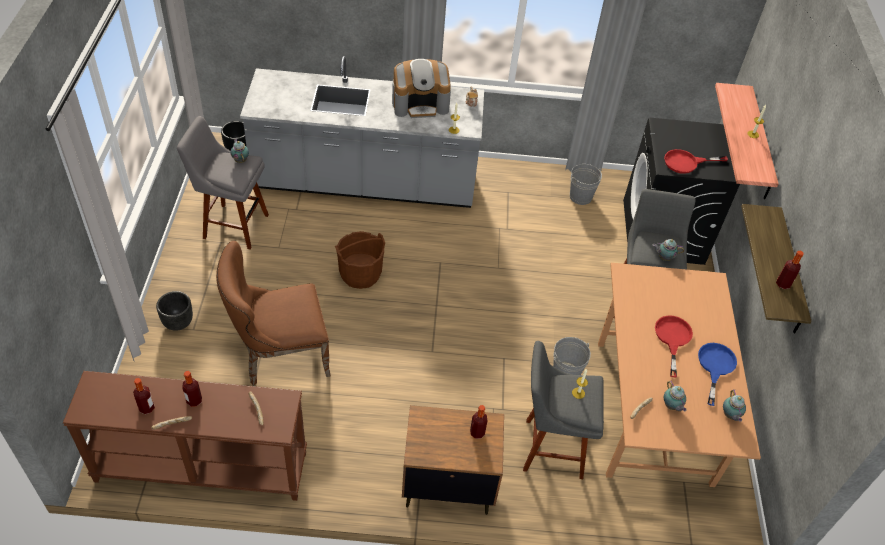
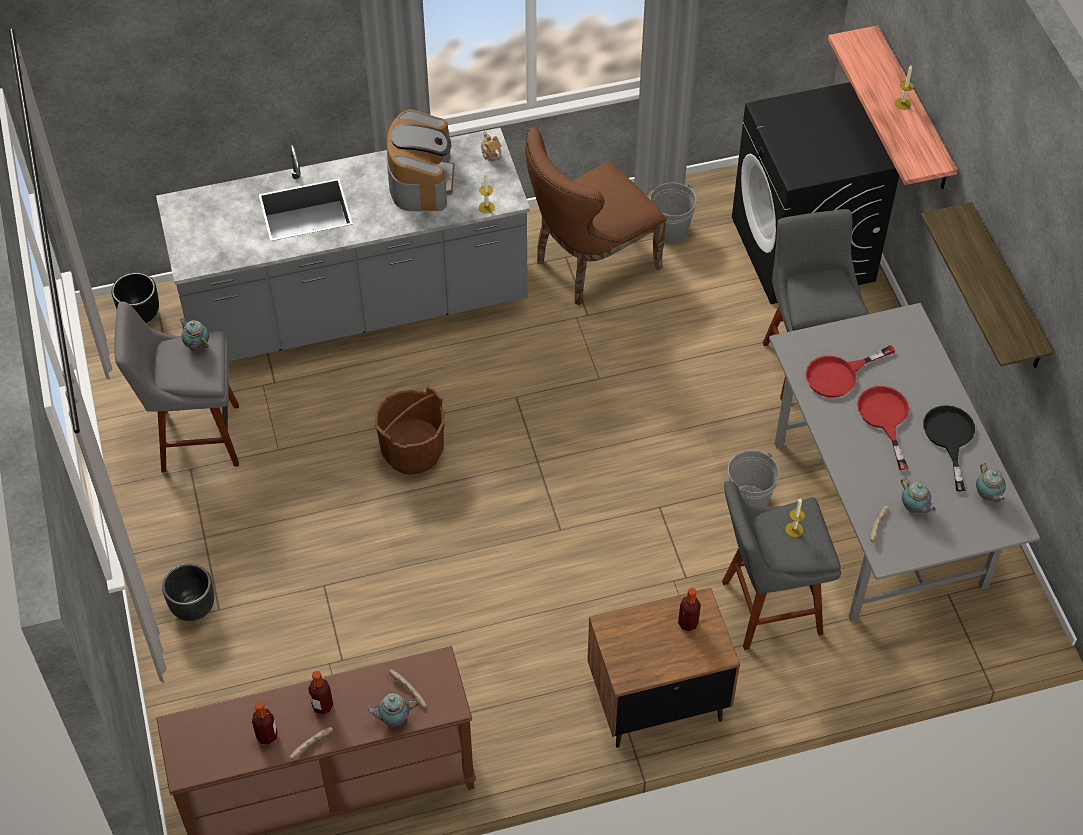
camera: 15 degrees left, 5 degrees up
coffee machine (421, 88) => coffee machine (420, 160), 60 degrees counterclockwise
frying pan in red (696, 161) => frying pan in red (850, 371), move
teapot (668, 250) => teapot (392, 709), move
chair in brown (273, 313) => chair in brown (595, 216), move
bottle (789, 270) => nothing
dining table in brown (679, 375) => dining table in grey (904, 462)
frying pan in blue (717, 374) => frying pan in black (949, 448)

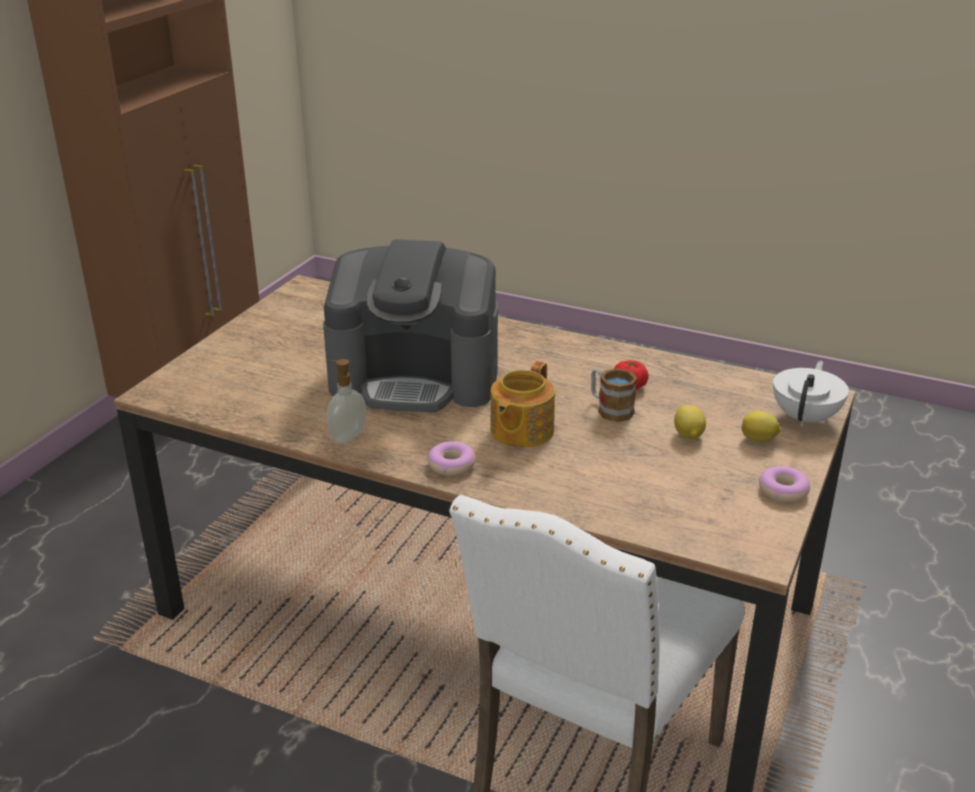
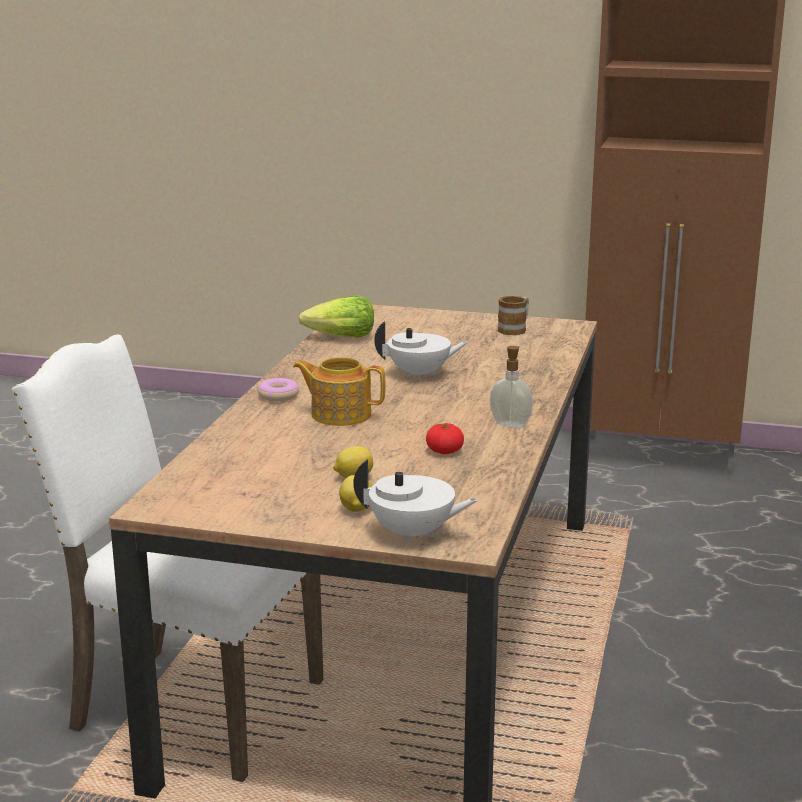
camera: 80 degrees right, 10 degrees down
coffee machine (410, 325) => teapot in white (421, 350)
soap dispenser (346, 401) => soap dispenser (511, 387), move
mug (614, 395) => mug (513, 315), move
donut (784, 484) => nothing
nothing => lettuce (336, 317)

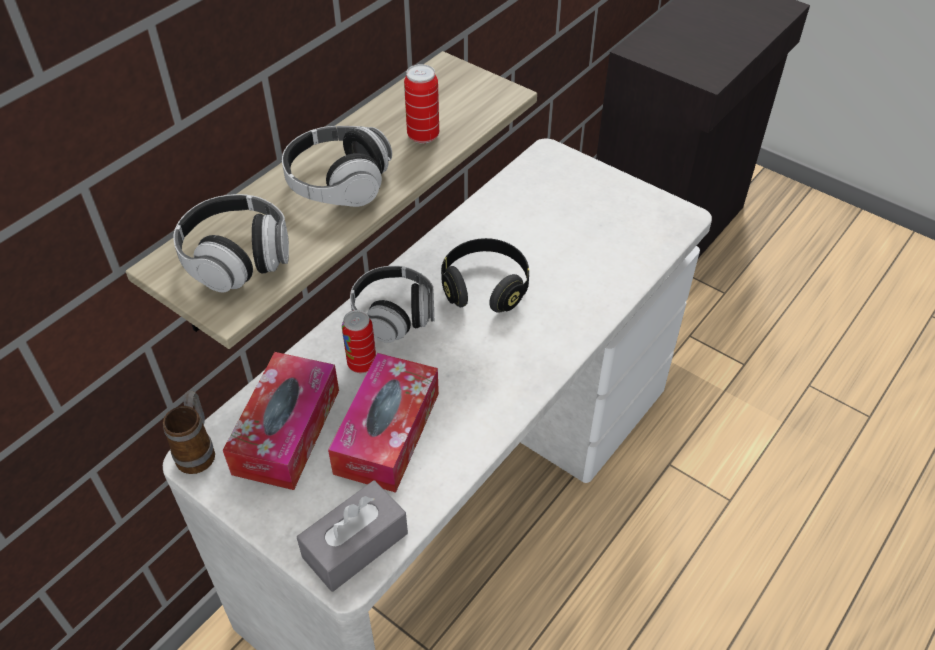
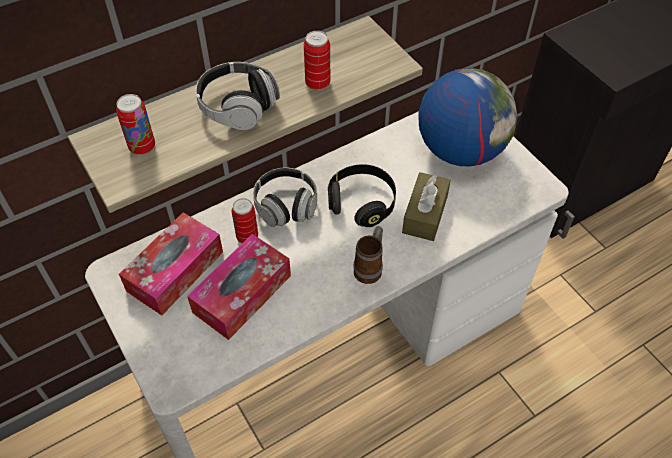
camera: 20 degrees right, 5 degrees up
headphones (231, 243) => can (135, 124)
mug (189, 432) => mug (368, 255), move
tissue box in grey (352, 536) => nothing
nothing => globe (468, 117)
nothing => tissue box in brown (426, 206)

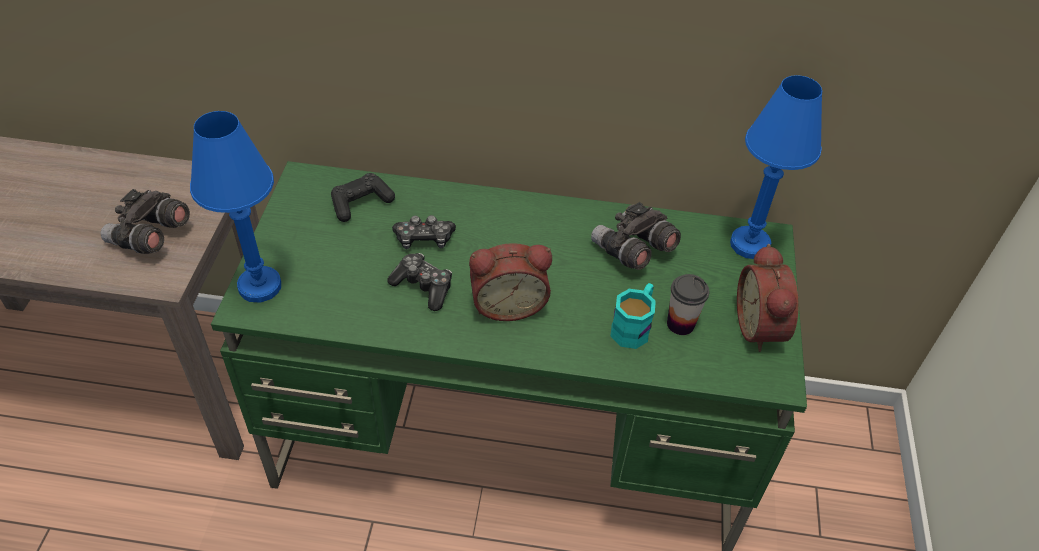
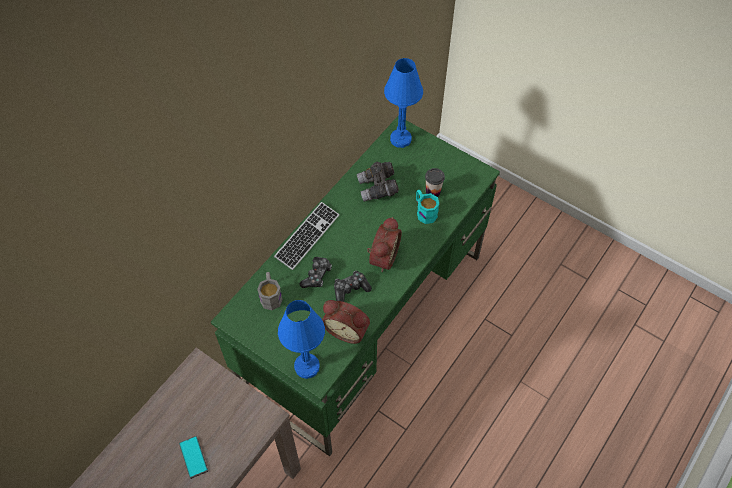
camera: 60 degrees left, 10 degrees up
game controller in black (363, 197) => mug in grey (270, 291)
binoculars in grey (145, 221) => nothing
alarm clock (767, 298) => alarm clock (346, 322), move
nothing => keyboard (307, 236)
nothing => phone (193, 457)

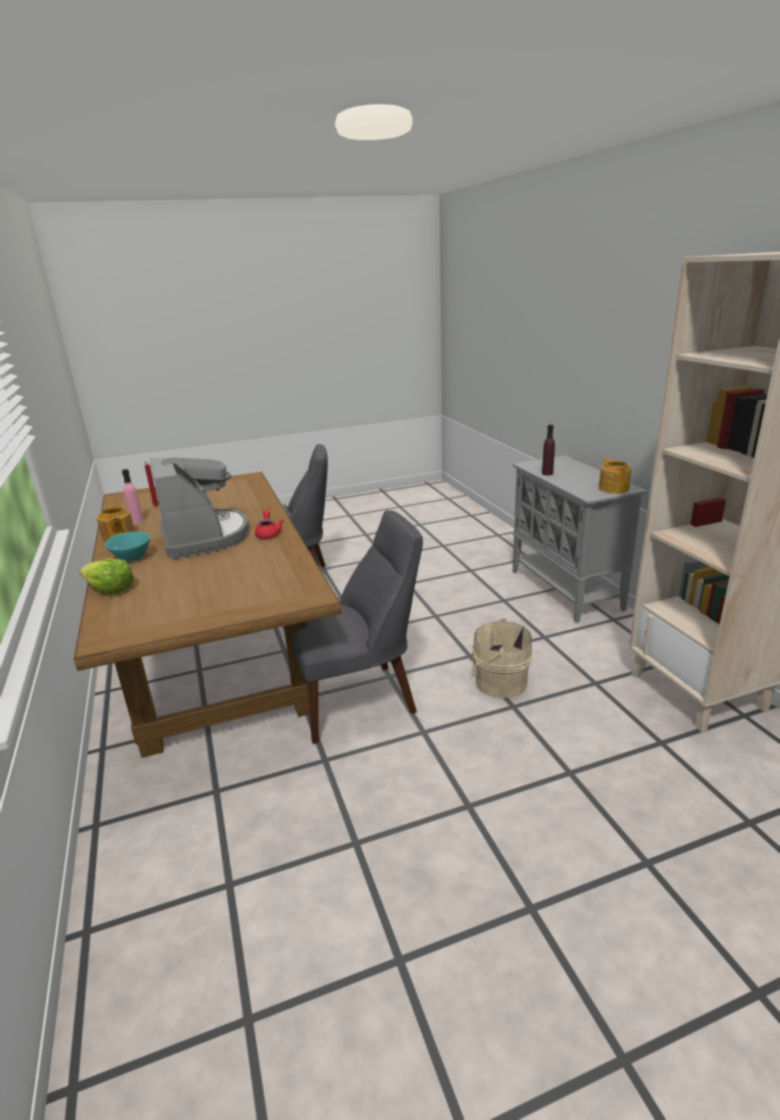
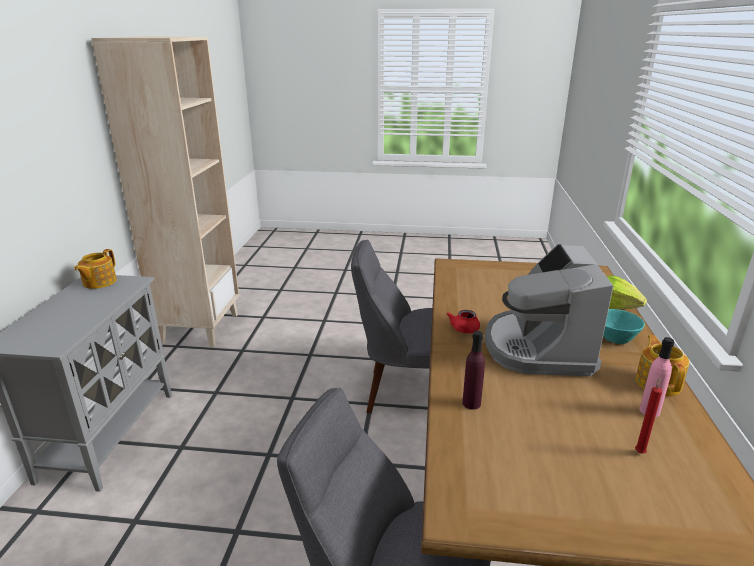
camera: 155 degrees left, 0 degrees up
bottle in purple (548, 449) => bottle in purple (473, 370), move
bucket in beige (502, 658) => nothing

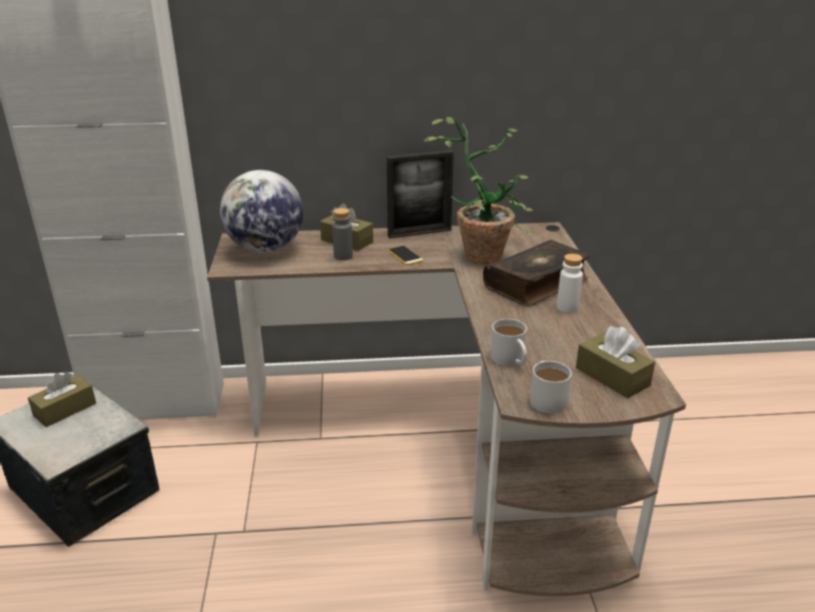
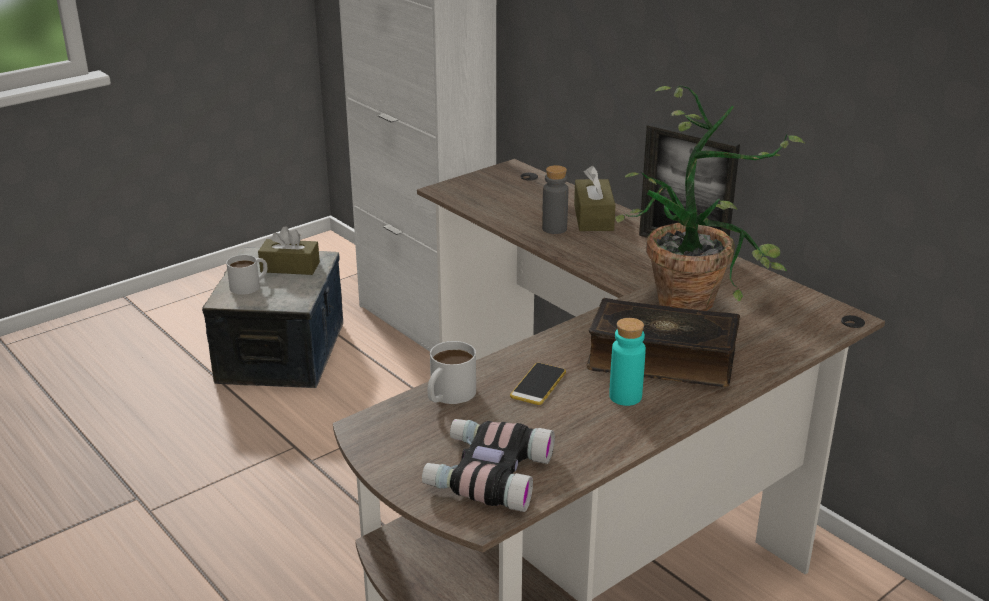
camera: 55 degrees right, 0 degrees up
globe (261, 211) => nothing
phone (406, 255) => phone (538, 384), move
bottle in white (570, 283) => bottle in turquoise (627, 362)
tissue box in brown (615, 362) => binoculars (488, 465)
mug in white (551, 387) => mug in white (246, 275), move

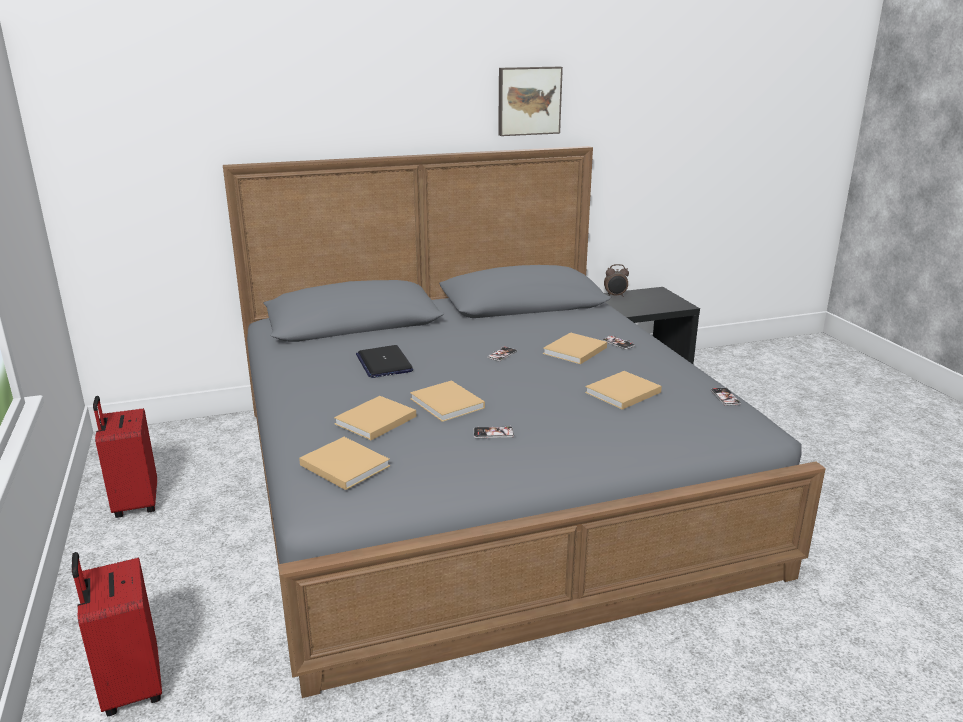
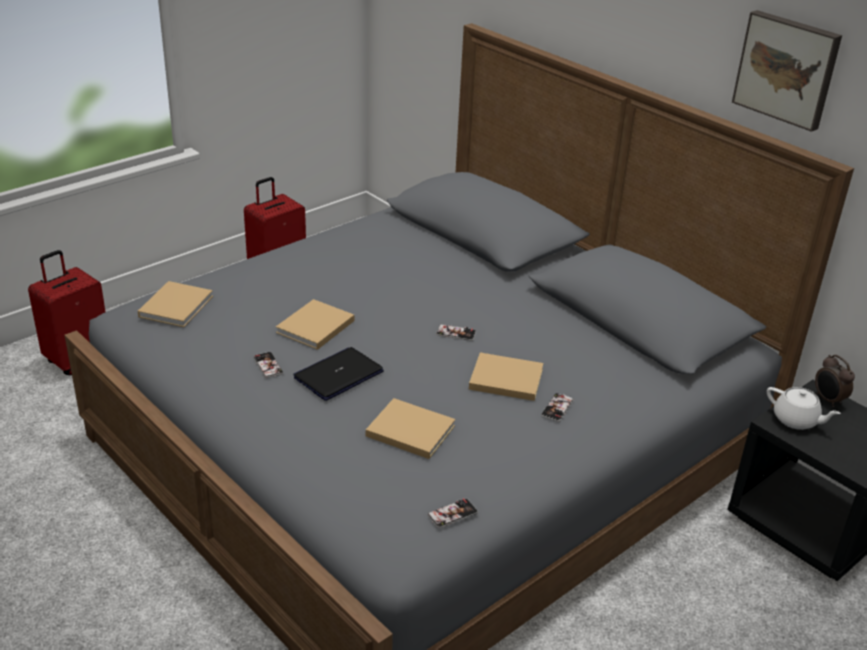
camera: 65 degrees right, 10 degrees up
laptop (384, 361) => laptop (338, 374), move
book in beige (375, 418) => nothing
nothing => teapot in white (804, 408)

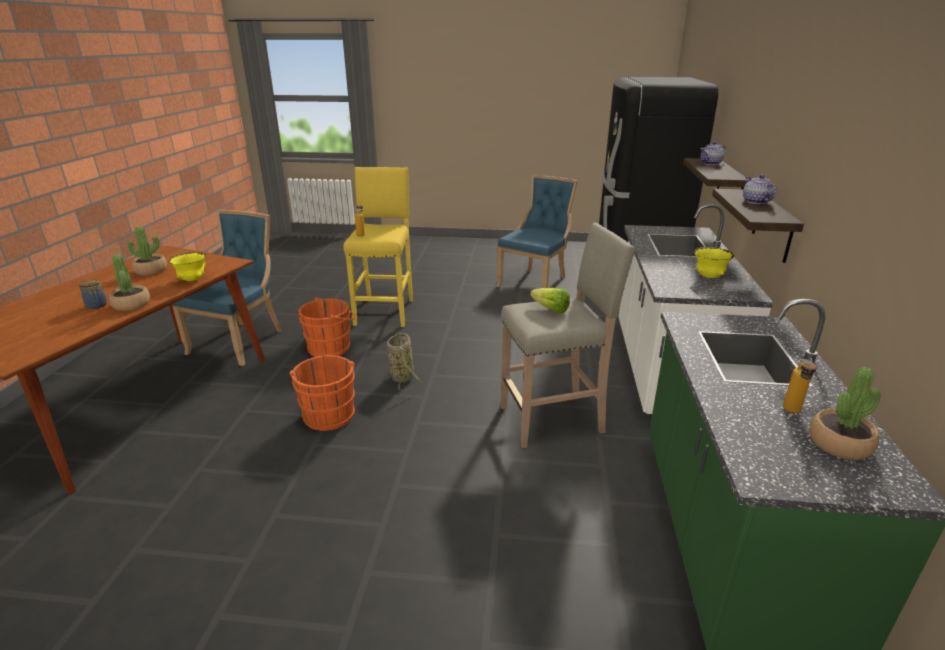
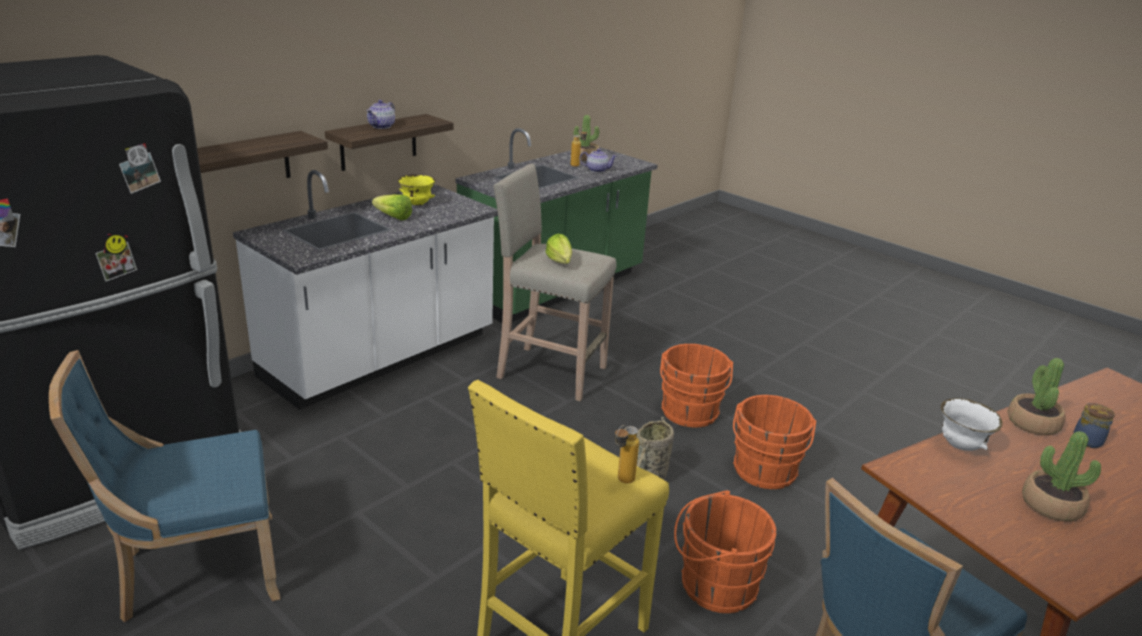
camera: 145 degrees left, 0 degrees up
teapot (713, 153) => teapot (598, 161), move
bowl in yellow (187, 266) => bowl in white (972, 424)
nothing => lettuce (392, 207)
nothing => bucket in orange (696, 386)

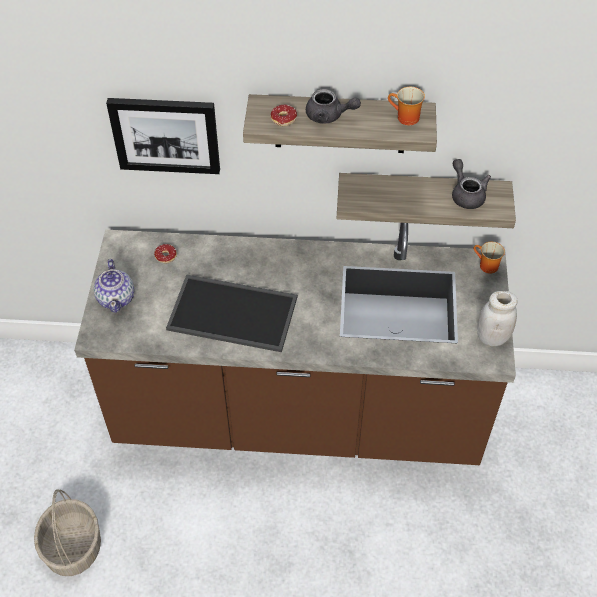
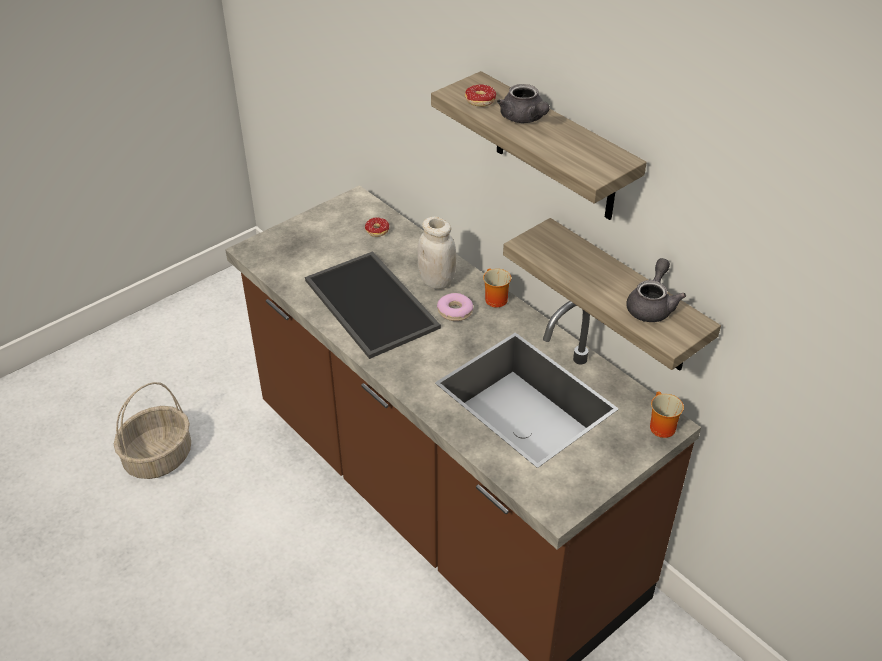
camera: 45 degrees right, 10 degrees down
mug (406, 106) => mug (497, 287), move
picture (163, 136) => nothing
teapot (114, 286) => nothing
jar in white (497, 318) => jar in white (437, 253), move
nothing => donut (455, 307)

